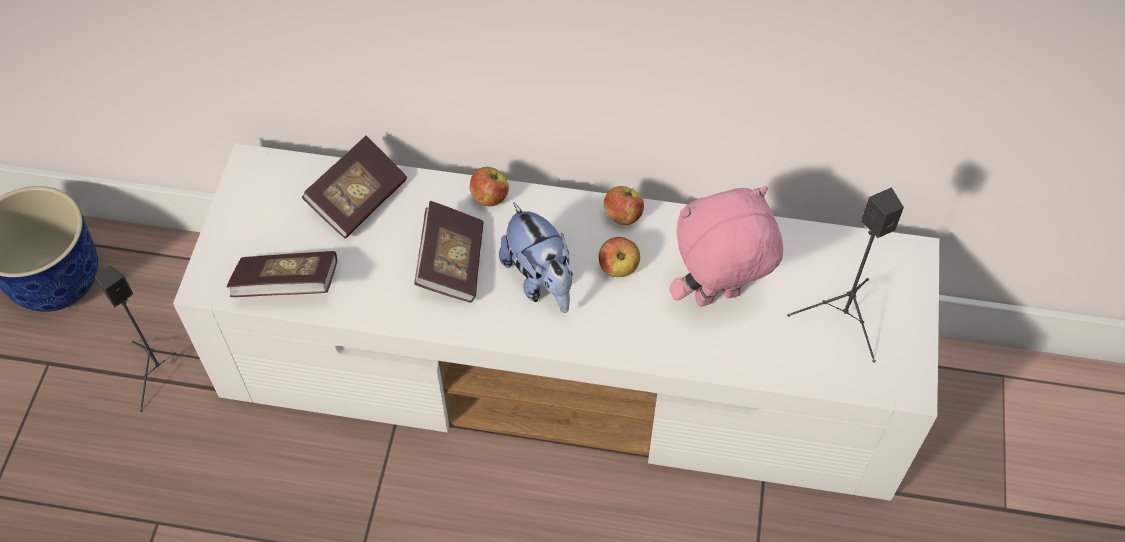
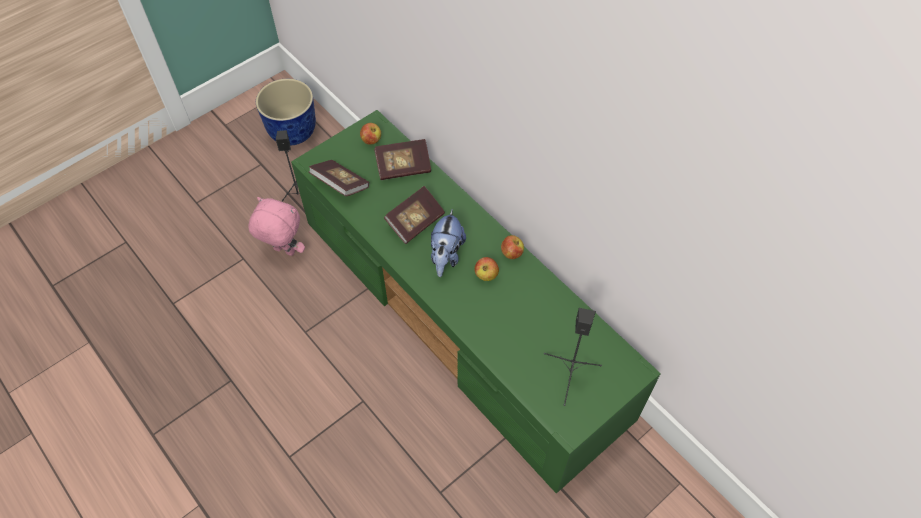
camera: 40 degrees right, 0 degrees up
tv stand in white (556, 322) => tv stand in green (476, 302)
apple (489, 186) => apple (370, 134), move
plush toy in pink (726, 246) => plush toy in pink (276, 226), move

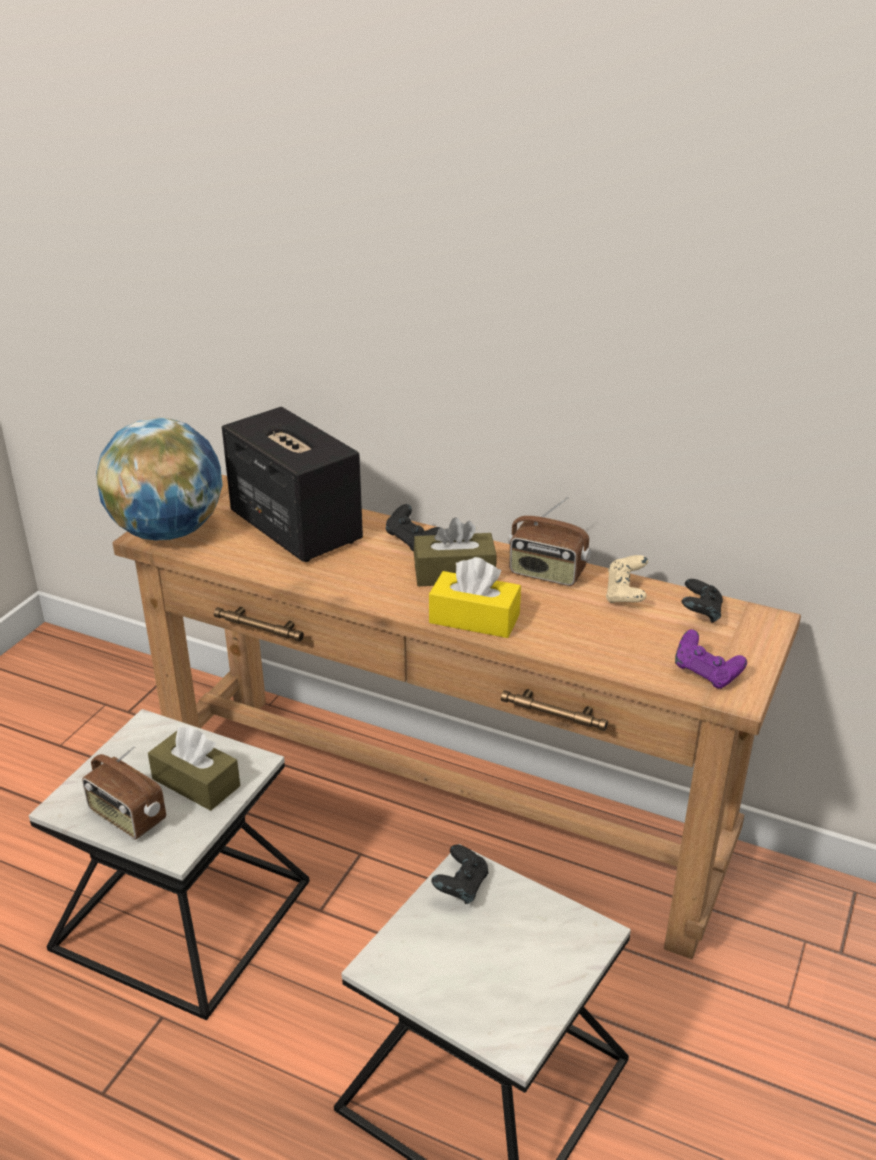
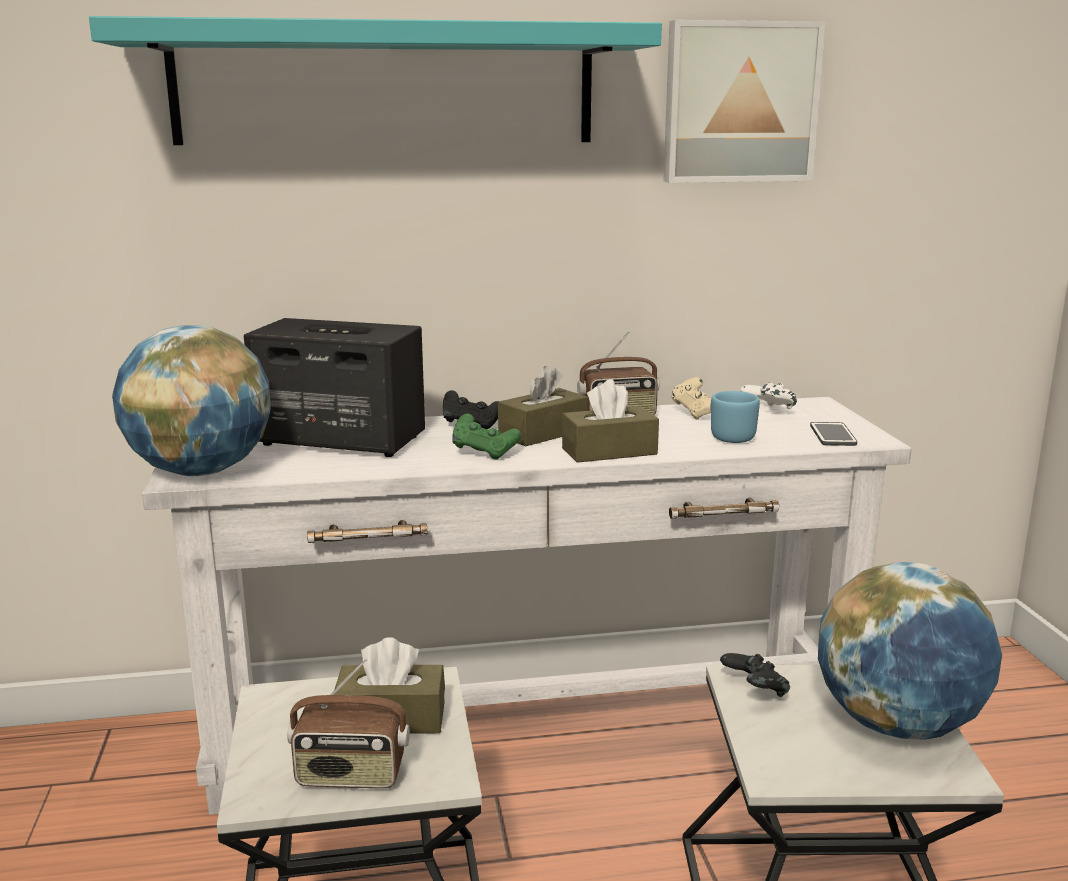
camera: 35 degrees left, 15 degrees down
console table in brown (456, 717) => console table in white (526, 606)
tissue box in yellow (475, 597) => tissue box in brown (610, 421)
game controller in black (702, 601) => game controller in white (768, 395)
game controller in purple (711, 659) => phone (833, 434)
nothing => shelf in turquoise (375, 80)
nothing => picture (744, 101)
nothing => mug in blue (735, 417)
nothing => game controller in green (487, 436)
nothing => globe (910, 651)

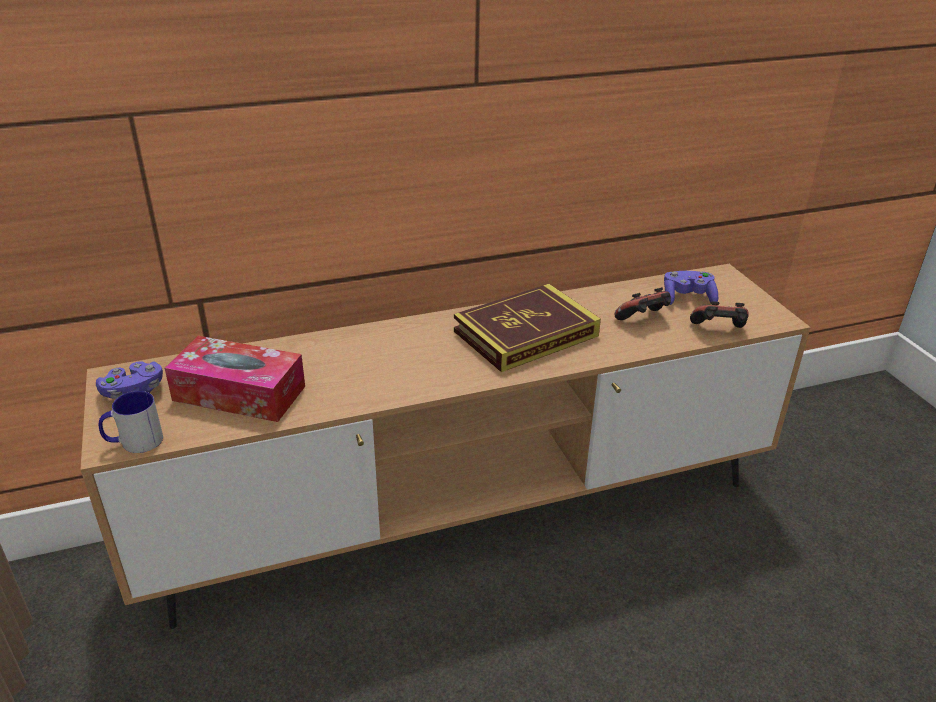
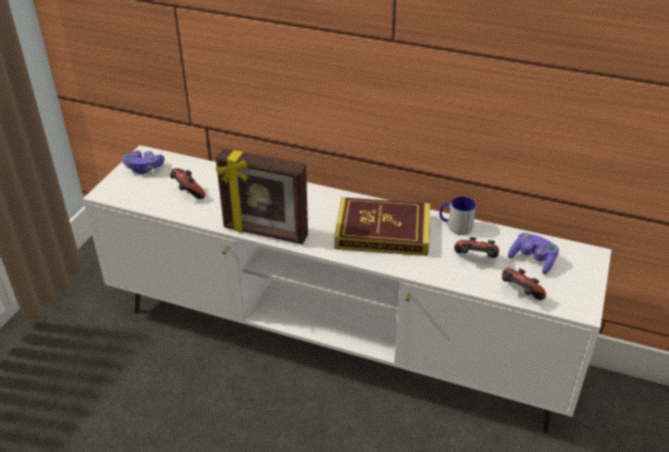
camera: 40 degrees right, 5 degrees up
tv stand in brown (445, 446) => tv stand in white (347, 289)
tissue box (235, 379) => game controller (187, 183)
mug (131, 422) => mug (458, 215), move
nothing => picture frame (262, 196)

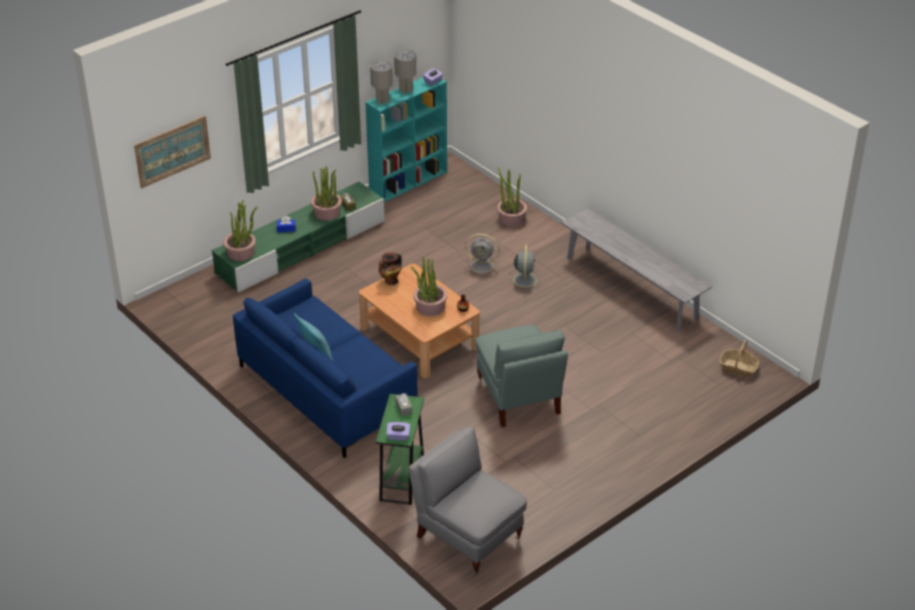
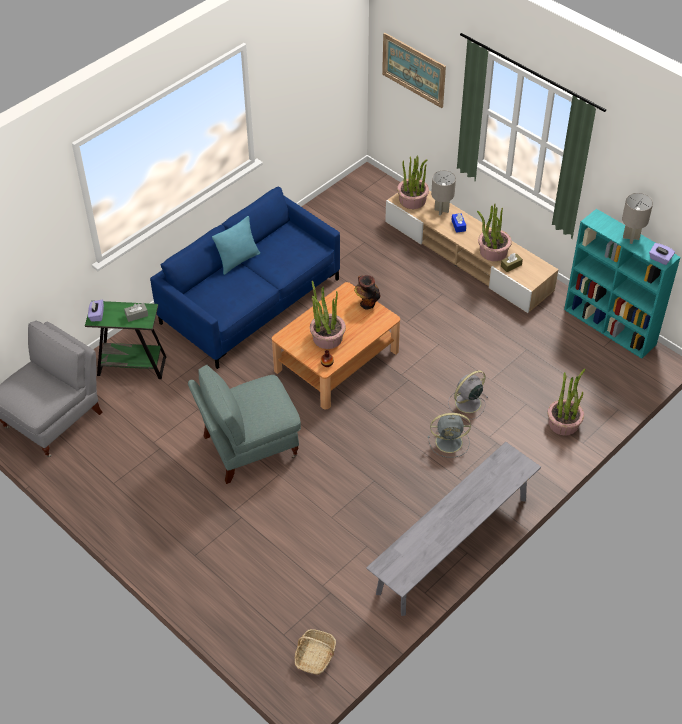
camera: 85 degrees right, 10 degrees up
table lamp in grey (381, 82) => table lamp in grey (443, 193), move
tv stand in green (298, 237) => tv stand in beige (472, 251)
fan in grey (482, 255) => fan in grey (468, 394), 45 degrees clockwise

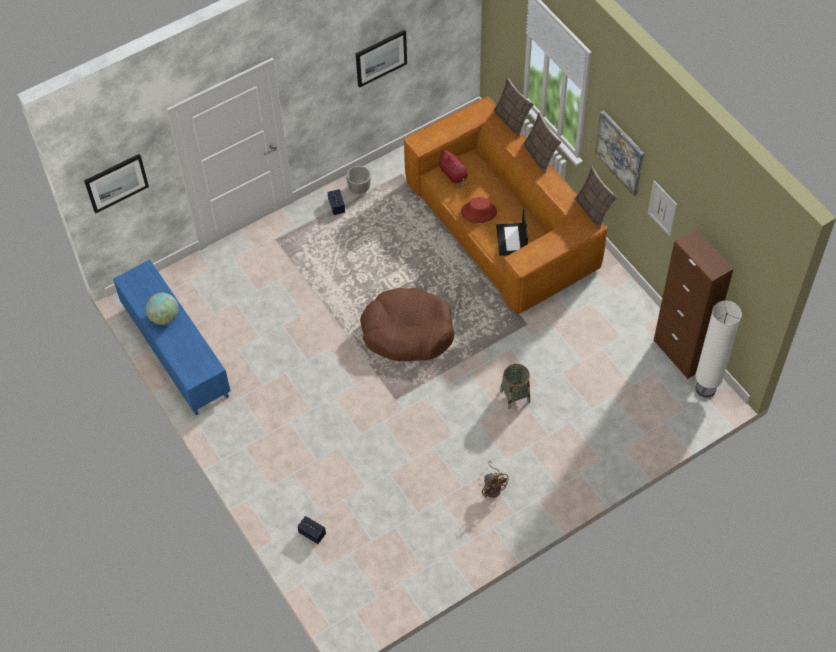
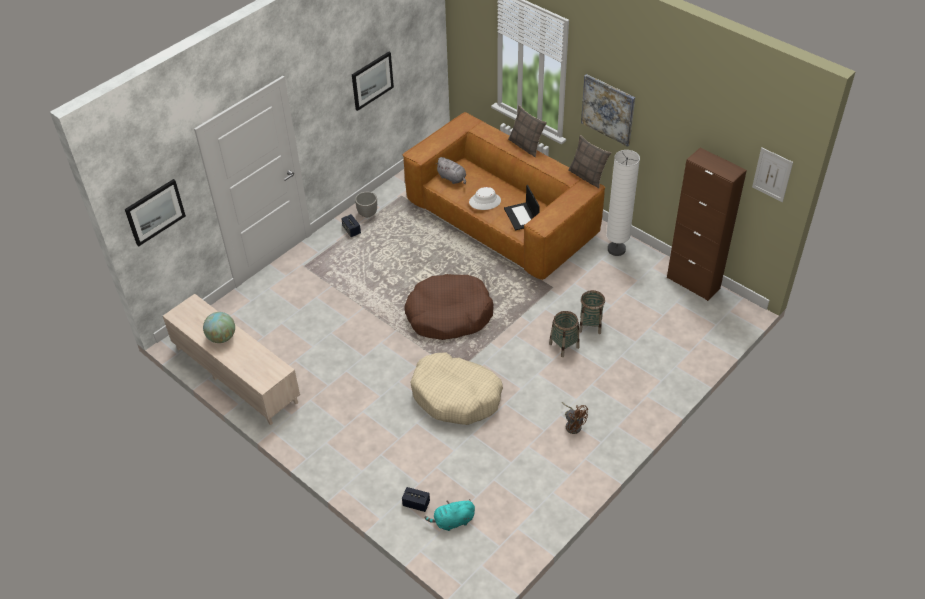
camera: 15 degrees left, 10 degrees down
pillow (513, 107) => nothing
plush toy in red (453, 168) => plush toy in grey (450, 170)
picture (662, 208) => picture (772, 175), move
hat in red (479, 210) => hat in white (485, 198)
tv stand in blue (172, 337) => tv stand in beige (231, 359)
floor lamp in white (718, 349) => floor lamp in white (623, 203), move
nothing => basket (592, 312)
nothing => dog bed in beige (456, 388)
nothing => plush toy in turquoise (449, 515)

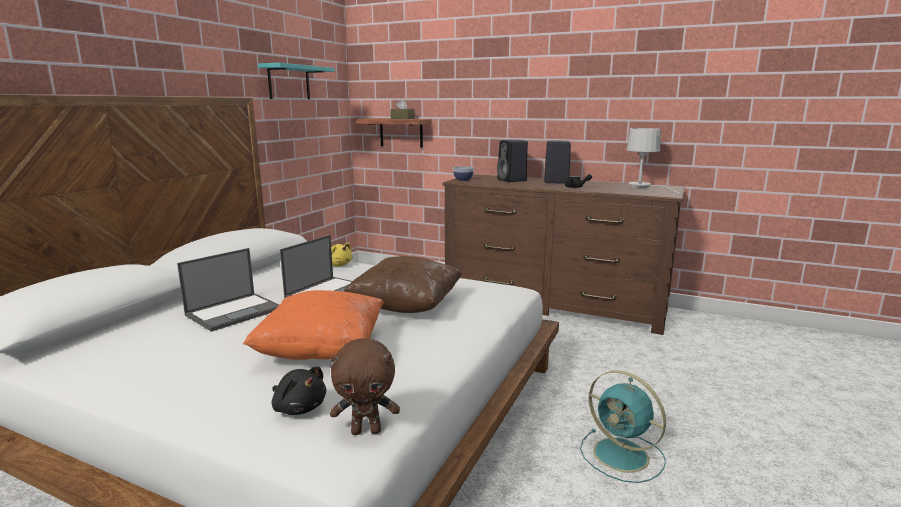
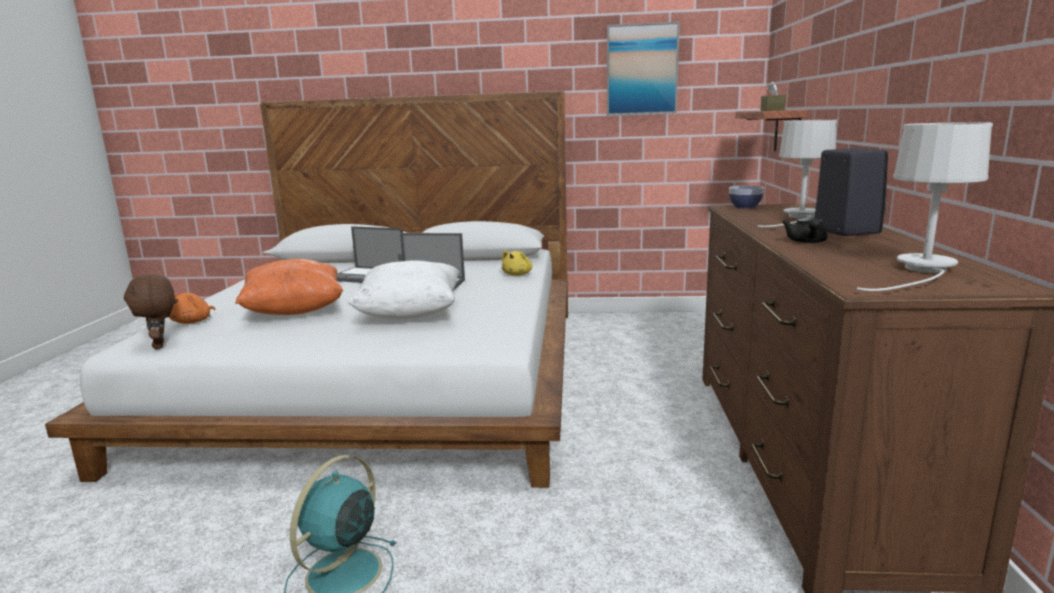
camera: 70 degrees right, 0 degrees up
shelf in turquoise (296, 81) => picture (643, 69)
speaker in black (512, 161) => table lamp in white (797, 173)
pillow in brown (402, 284) => pillow in white (403, 289)
plush toy in black (299, 390) => plush toy in orange (192, 308)

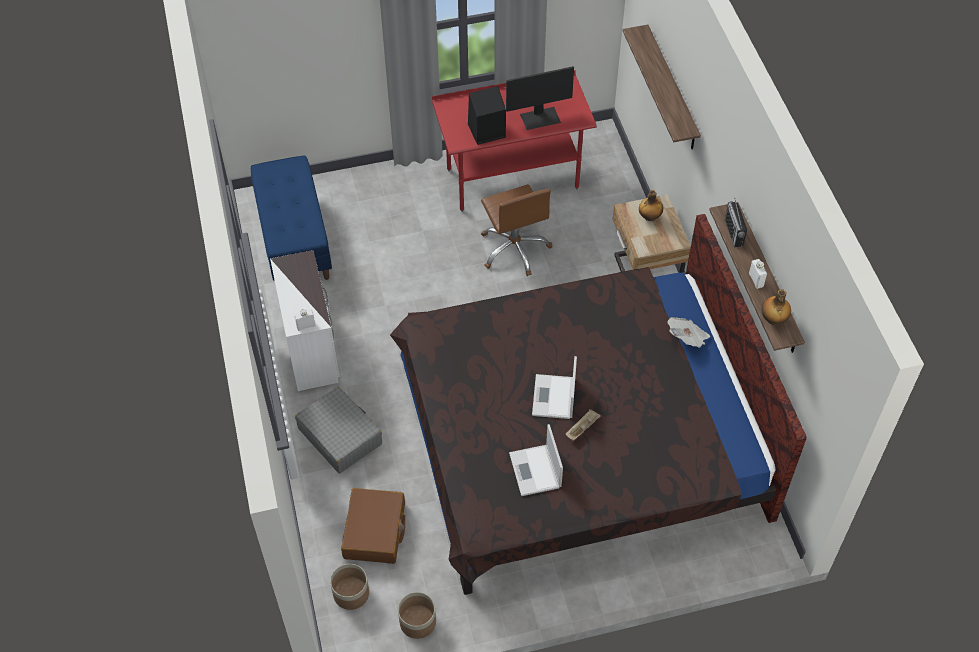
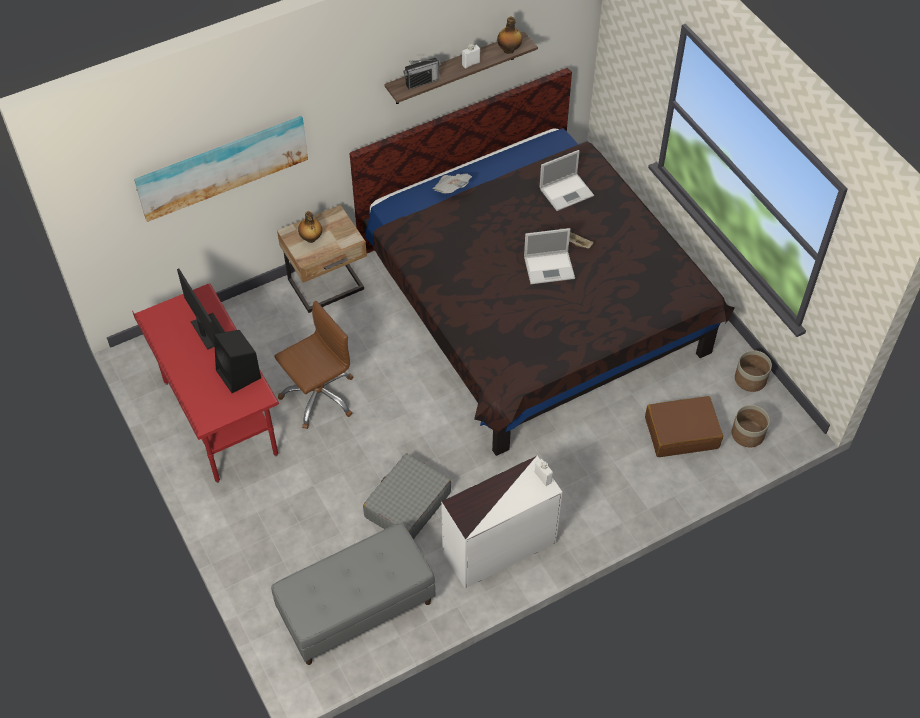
camera: 105 degrees left, 0 degrees up
shelf (662, 87) => picture (221, 169)
bench in blue (291, 217) => bench in grey (353, 594)
suitcase in grey (338, 430) => suitcase in grey (407, 496), move
laptop (536, 460) => laptop (567, 180), move

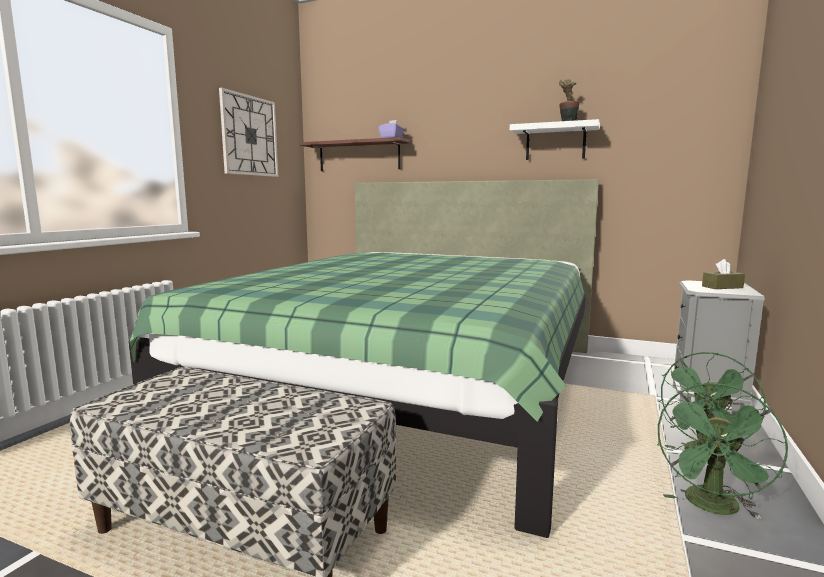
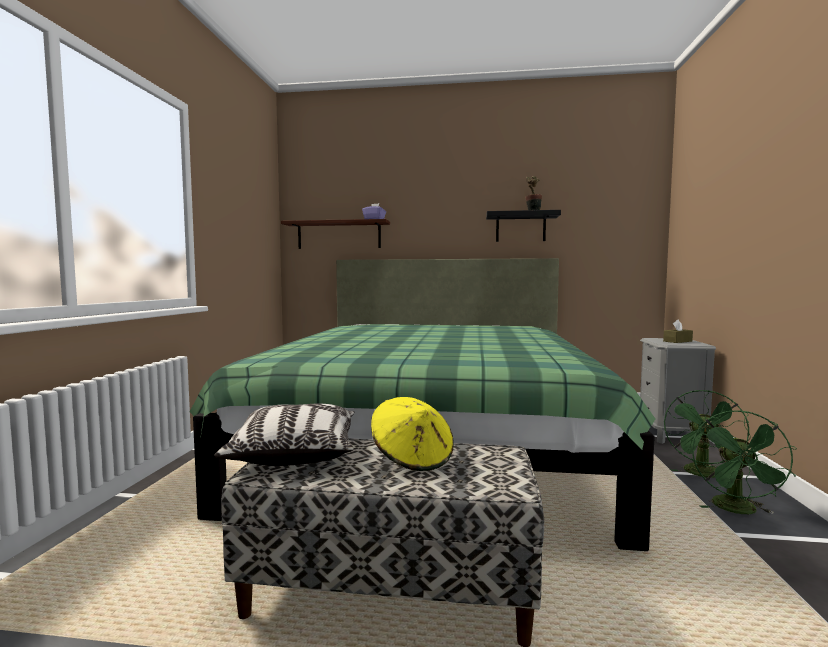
camera: 15 degrees left, 5 degrees down
wall clock (248, 132) => nothing
shelf in white (555, 139) => shelf in black (523, 226)
nothing => hat in yellow (412, 434)
nothing => pillow (284, 434)

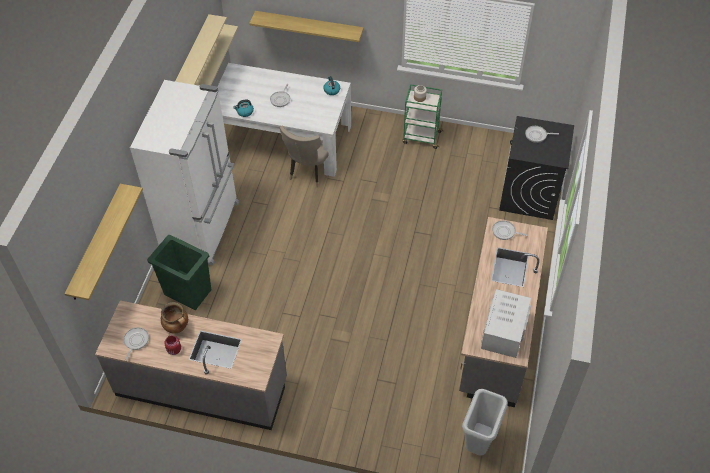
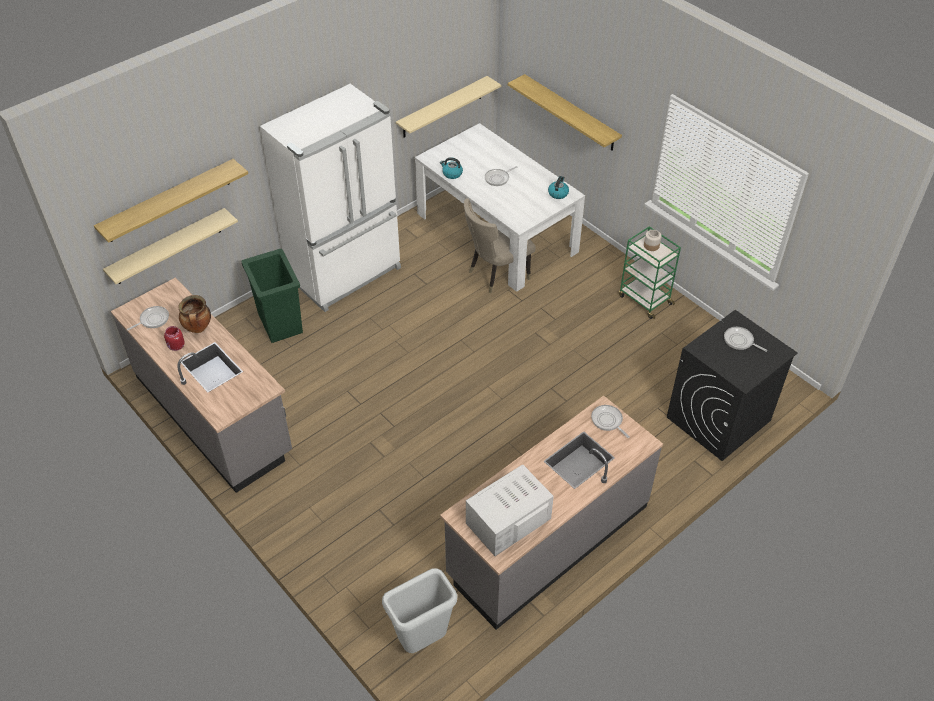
camera: 35 degrees right, 5 degrees down
shelf in beige (201, 49) => shelf in beige (170, 246), move

